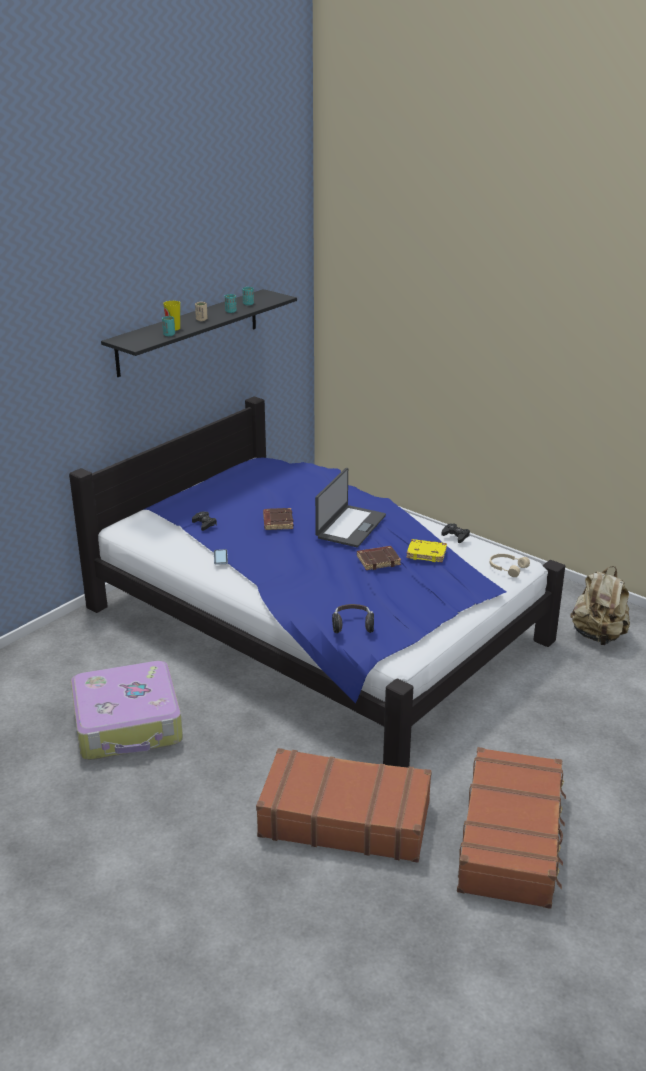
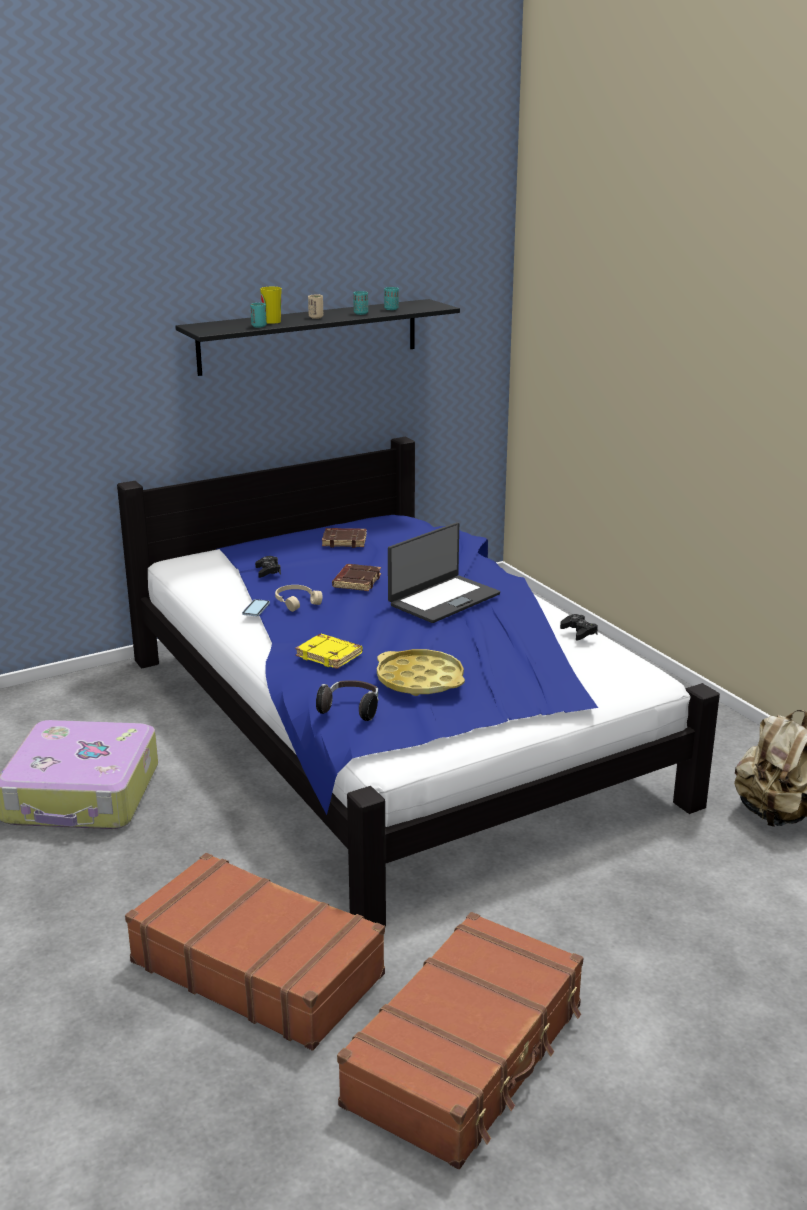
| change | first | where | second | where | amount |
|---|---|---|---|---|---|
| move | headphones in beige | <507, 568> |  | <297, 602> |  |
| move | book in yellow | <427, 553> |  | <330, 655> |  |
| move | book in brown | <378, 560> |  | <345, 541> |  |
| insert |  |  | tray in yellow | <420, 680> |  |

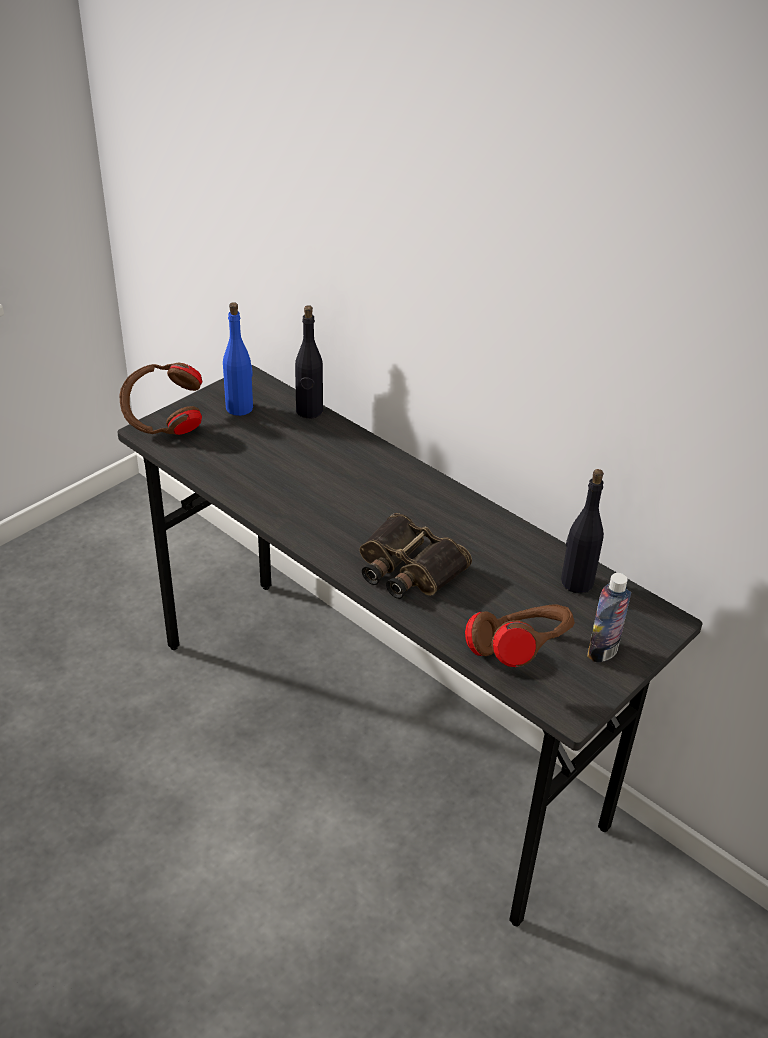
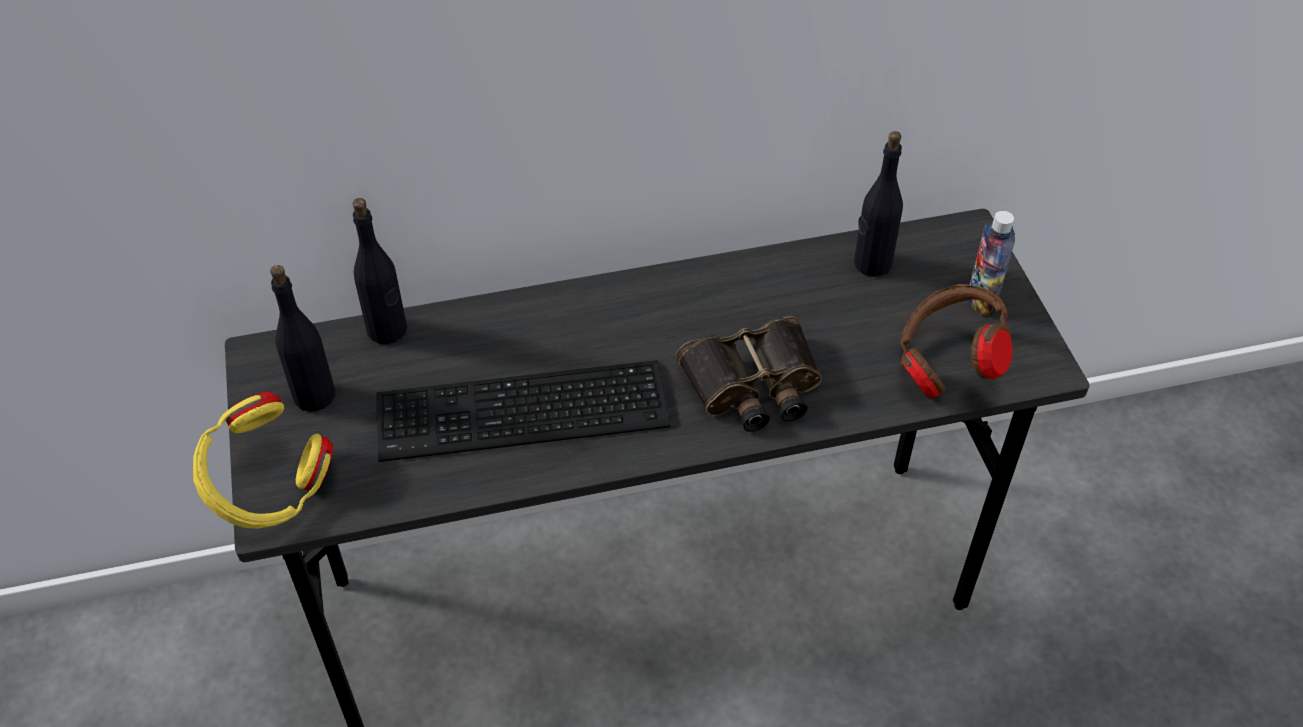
| change | first | where | second | where | amount |
|---|---|---|---|---|---|
| recolor | headphones in brown | <163, 423> | headphones in yellow | <270, 491> |  |
| recolor | bottle in blue | <240, 408> | bottle in black | <314, 395> |  |
| insert |  |  | keyboard | <526, 414> |  |

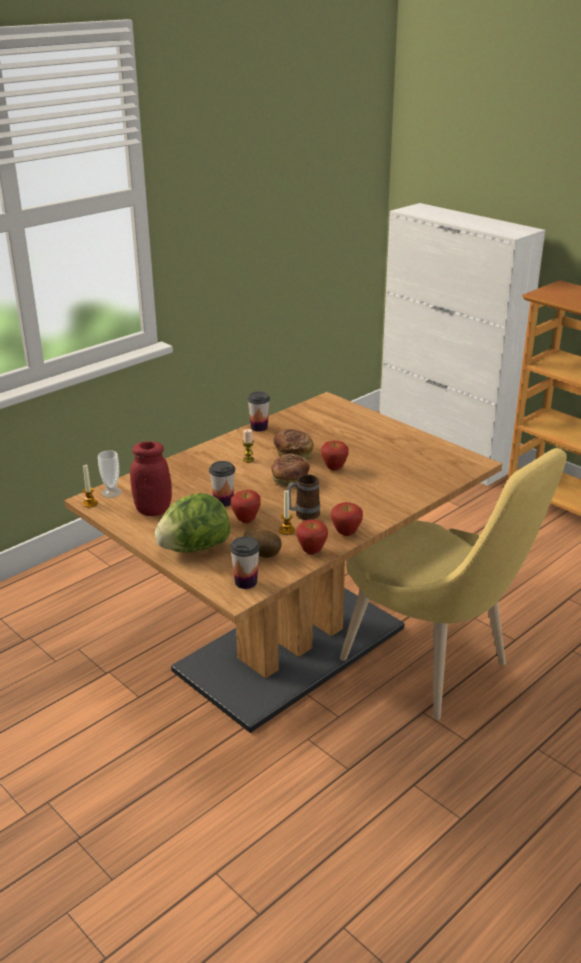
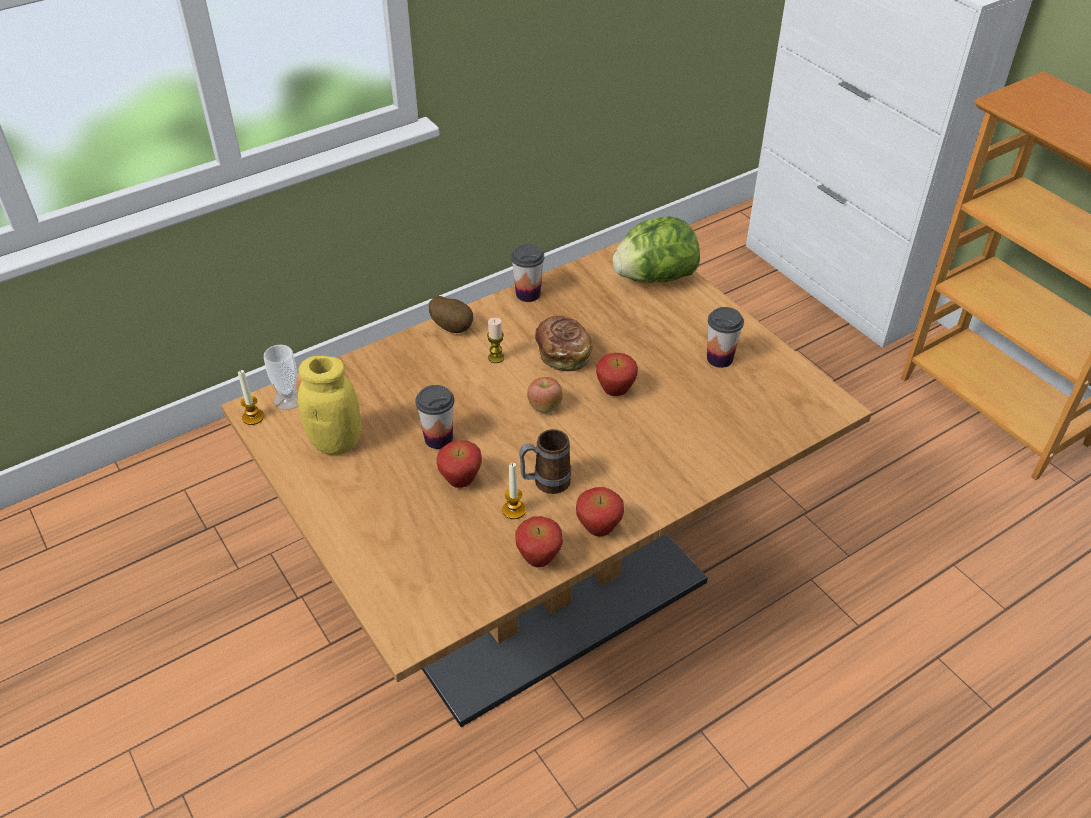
| change | first | where | second | where | amount |
|---|---|---|---|---|---|
| recolor | jar in red | <153, 510> | jar in yellow | <336, 442> |  |
| move | potato | <263, 554> |  | <453, 327> |  |
| replace | bread | <289, 480> | apple | <544, 407> |  |
| move | lettuce | <194, 548> |  | <654, 278> |  |
| move | cup | <246, 582> |  | <719, 358> |  |
| delete | chair in yellow | <433, 668> |  |  |  |

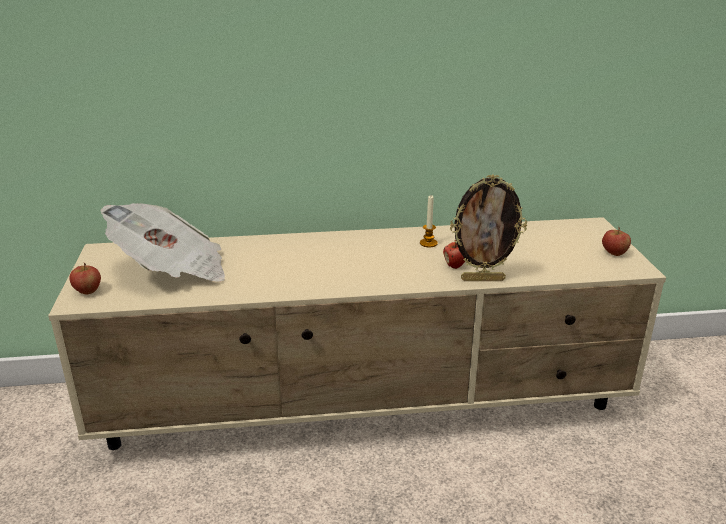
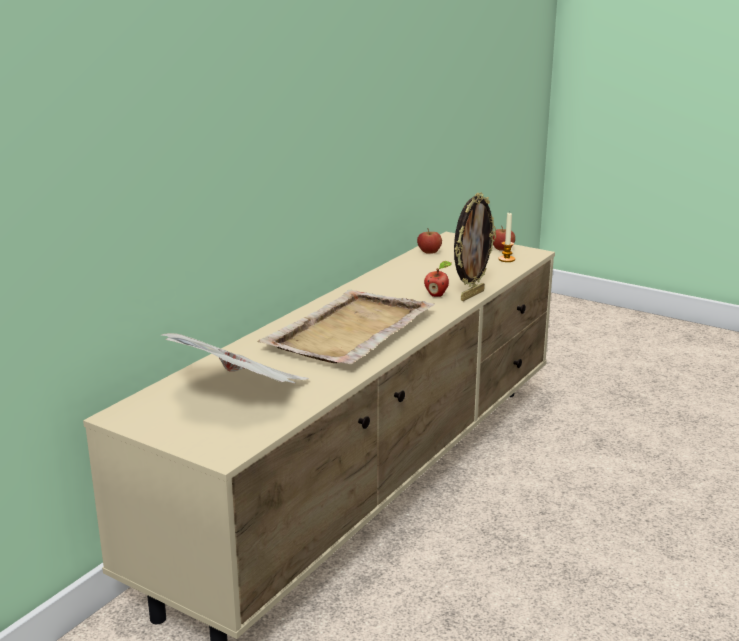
| change | first | where | second | where | amount |
|---|---|---|---|---|---|
| insert |  |  | tray in beige | <348, 332> |  |
| move | apple | <87, 291> |  | <429, 252> |  |
| move | candle | <428, 243> |  | <506, 259> |  |

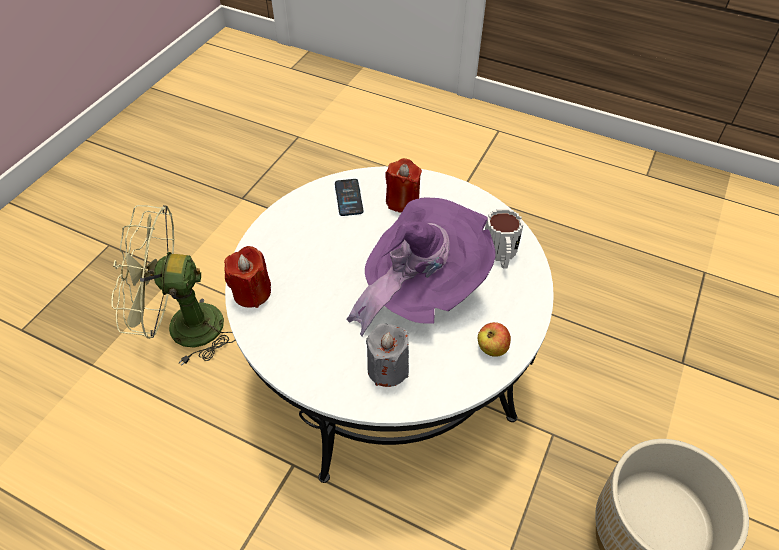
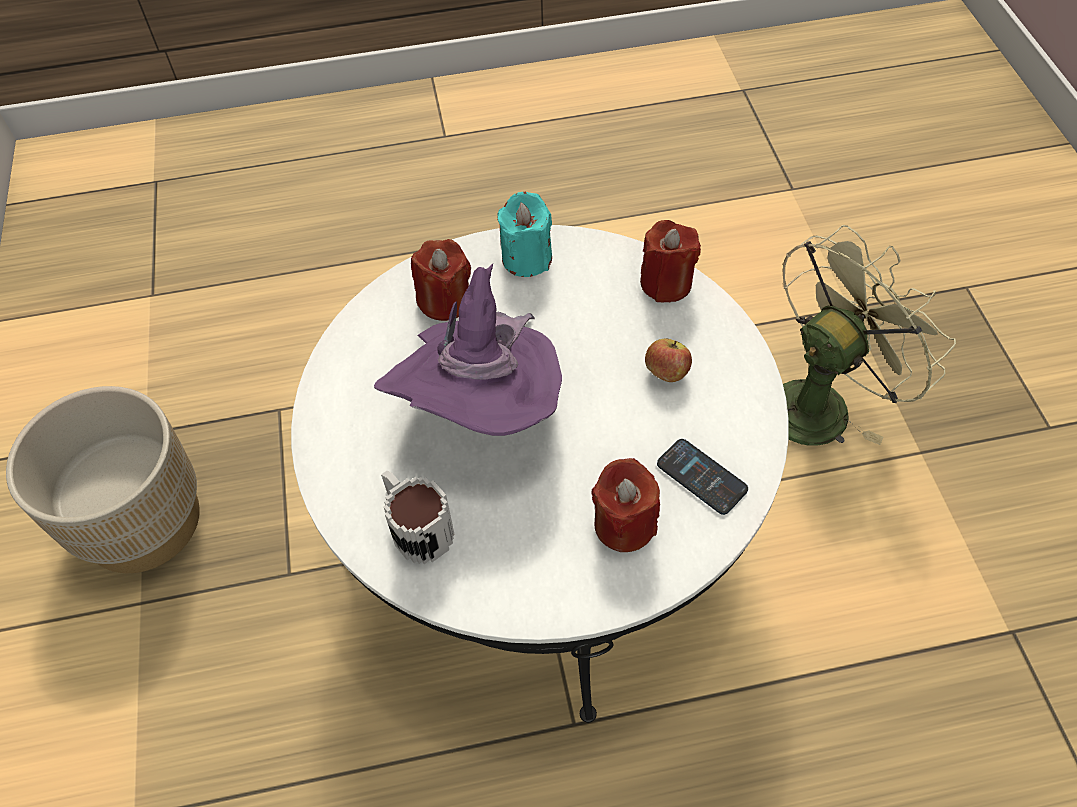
| change | first | where | second | where | amount |
|---|---|---|---|---|---|
| recolor | candle in grey | <388, 369> | candle in red | <445, 301> |  |
| insert |  |  | candle in turquoise | <526, 258> |  |
| move | apple | <492, 348> |  | <666, 372> |  |

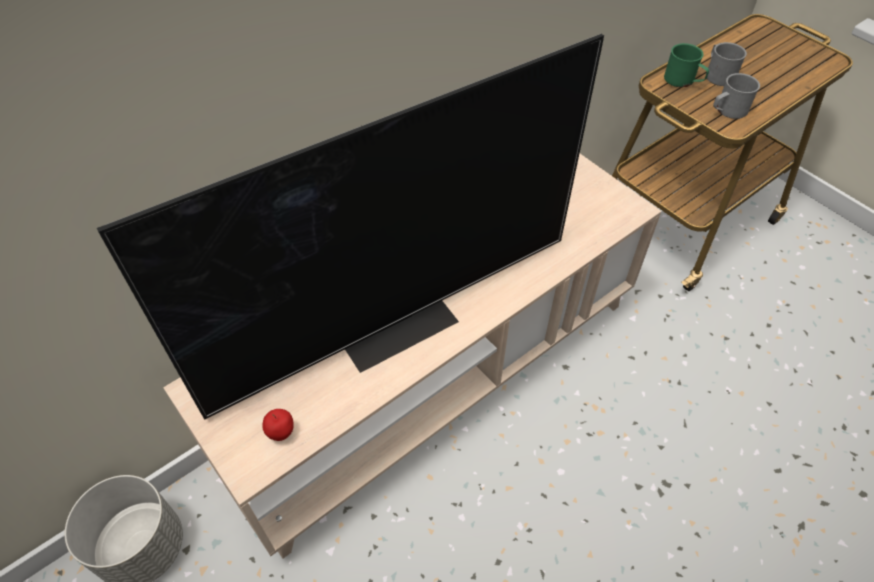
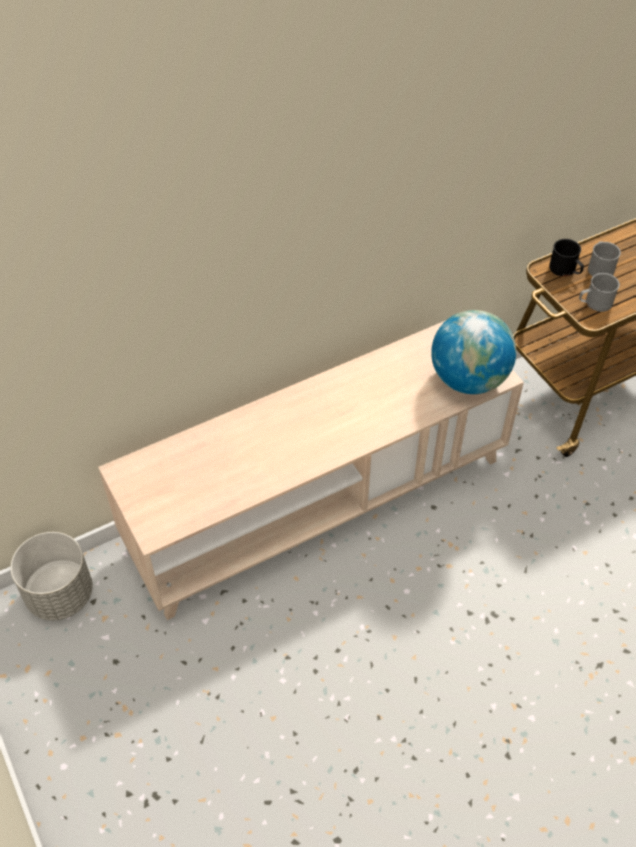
| change | first | where | second | where | amount |
|---|---|---|---|---|---|
| insert |  |  | globe | <468, 379> |  |
| recolor | mug in green | <683, 81> | mug in black | <565, 270> |  |
| delete | television | <397, 323> |  |  |  |
| delete | apple | <281, 433> |  |  |  |

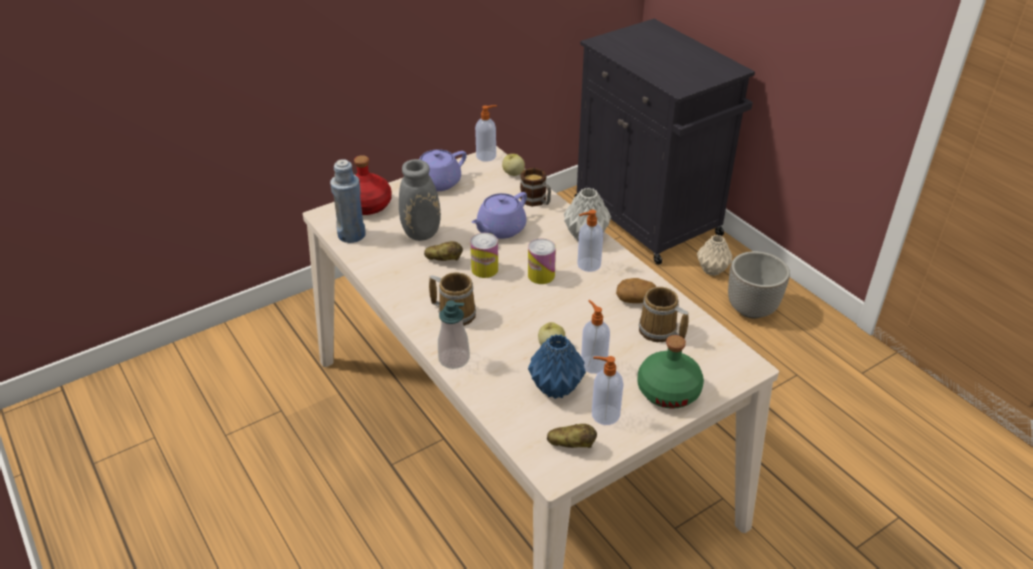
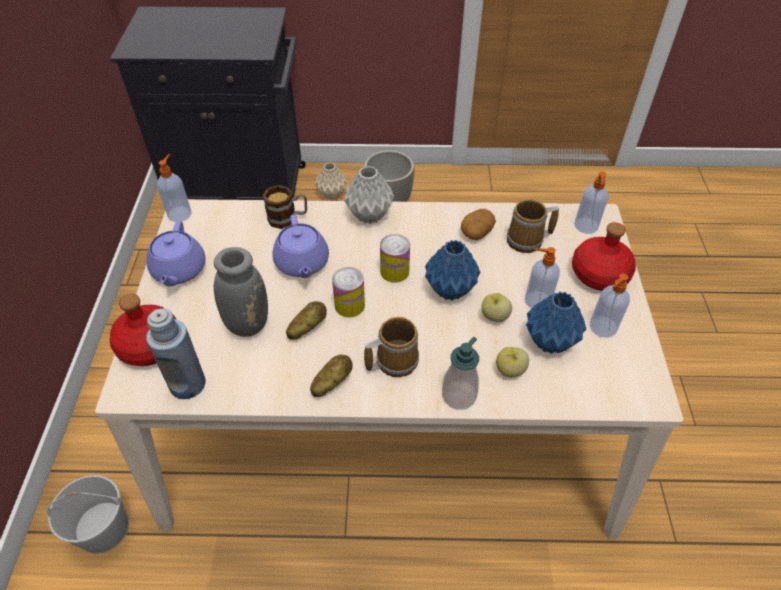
| change | first | where | second | where | amount |
|---|---|---|---|---|---|
| insert |  |  | bucket in white | <104, 528> |  |
| move | potato | <571, 445> |  | <331, 383> |  |
| insert |  |  | vase in blue | <449, 289> |  |
| move | apple | <513, 173> |  | <510, 370> |  |
| recolor | bottle in green | <668, 390> | bottle in red | <598, 274> |  |
| move | soap dispenser | <588, 265> |  | <586, 226> |  |

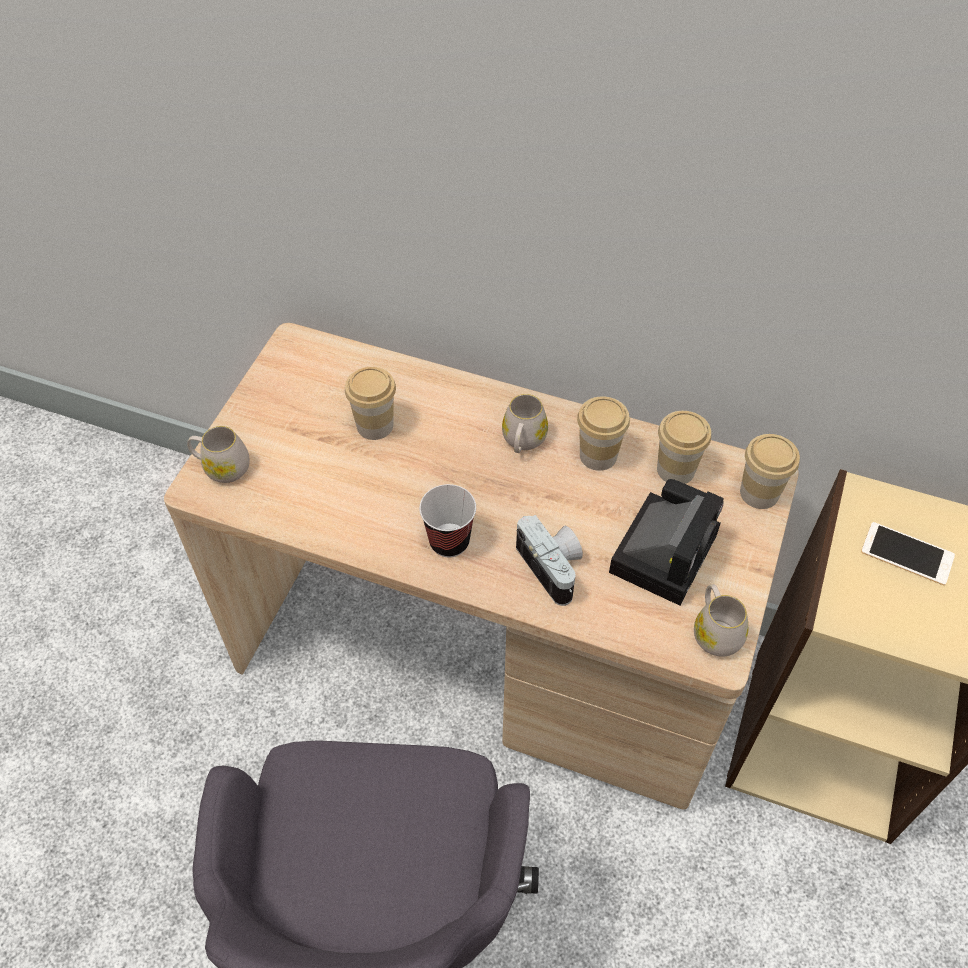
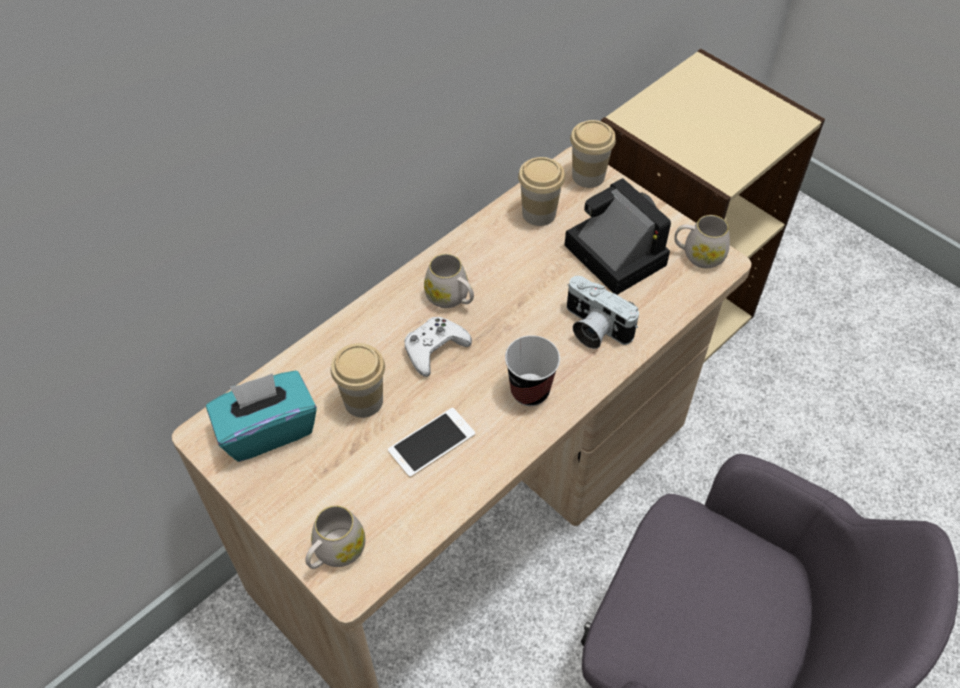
| change | first | where | second | where | amount |
|---|---|---|---|---|---|
| insert |  |  | tissue box in turquoise | <267, 429> |  |
| move | phone | <907, 554> |  | <431, 442> |  |
| insert |  |  | game controller in white | <434, 349> |  |
| rotate | photo camera | <554, 567> |  | <593, 328> | 135 degrees counterclockwise |
| delete | cup | <598, 455> |  |  |  |

